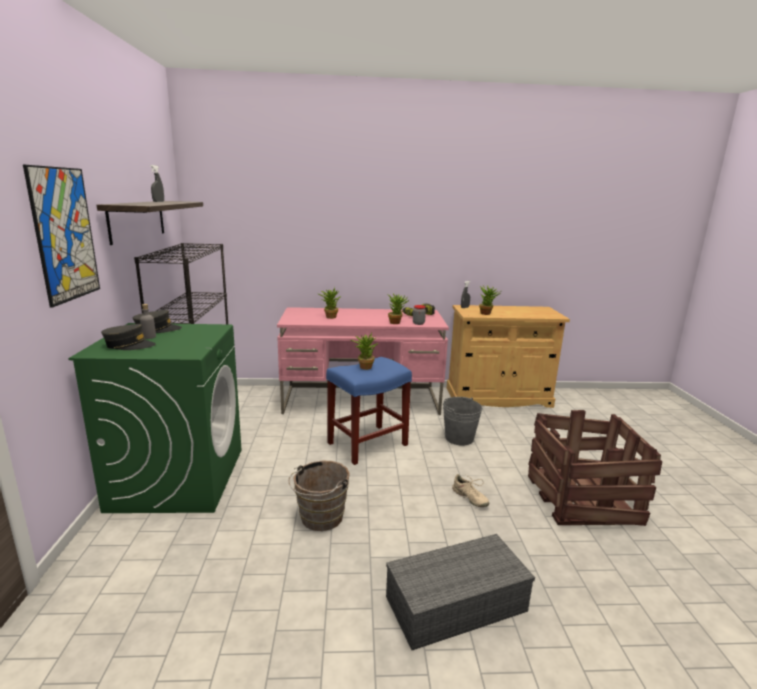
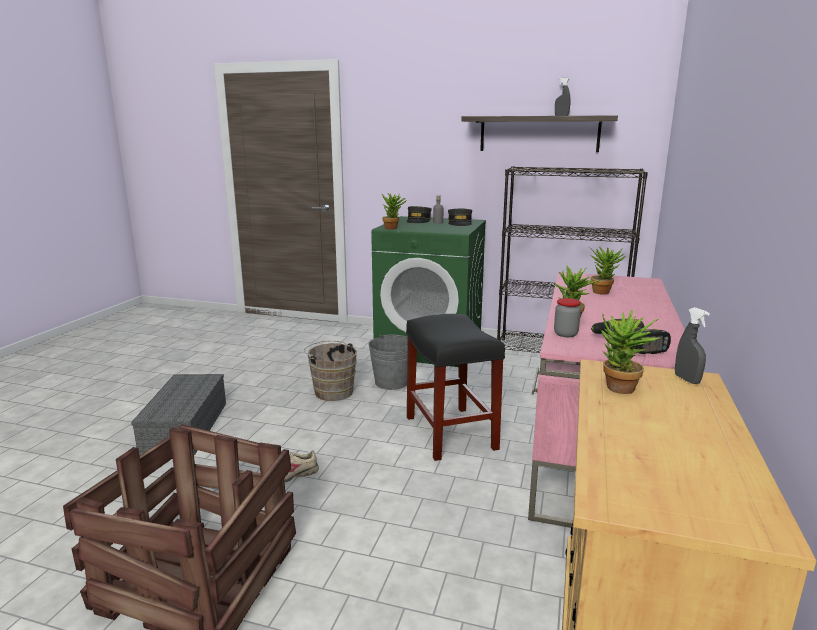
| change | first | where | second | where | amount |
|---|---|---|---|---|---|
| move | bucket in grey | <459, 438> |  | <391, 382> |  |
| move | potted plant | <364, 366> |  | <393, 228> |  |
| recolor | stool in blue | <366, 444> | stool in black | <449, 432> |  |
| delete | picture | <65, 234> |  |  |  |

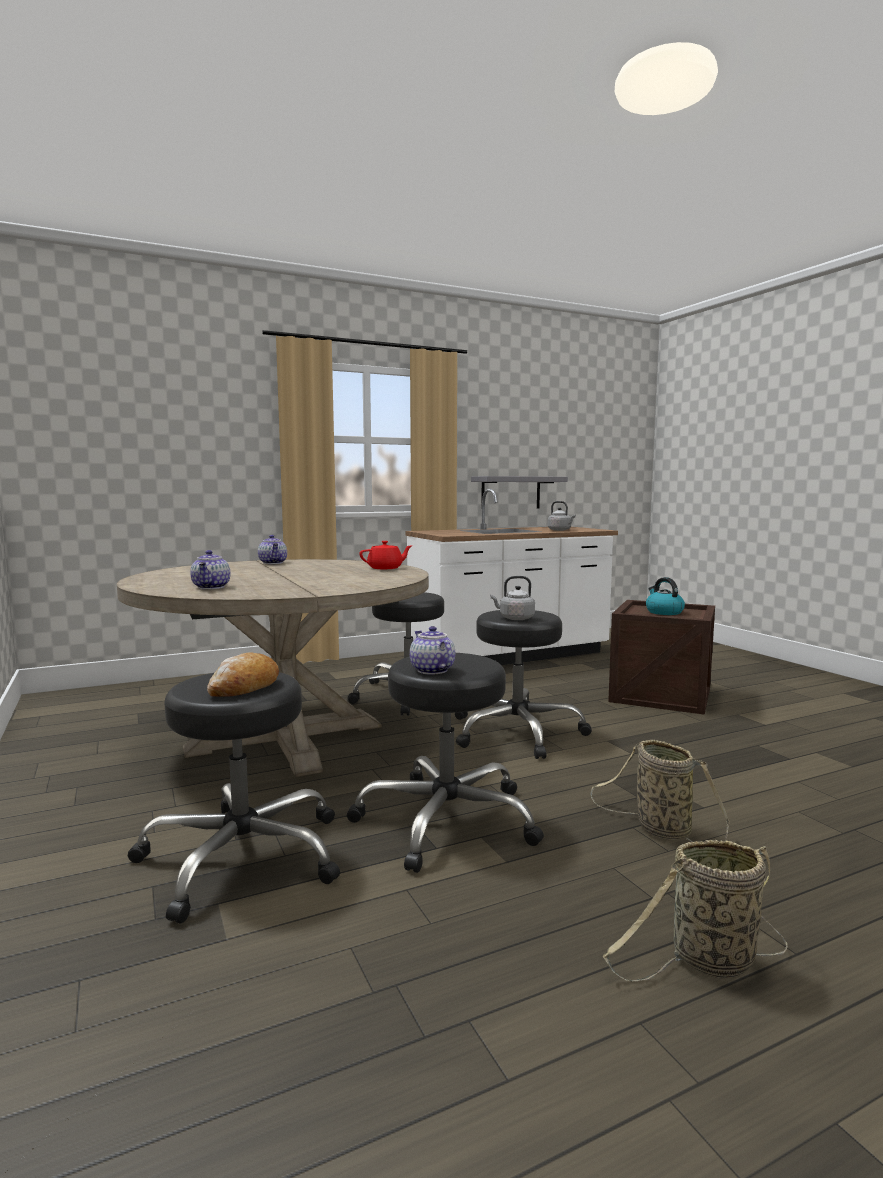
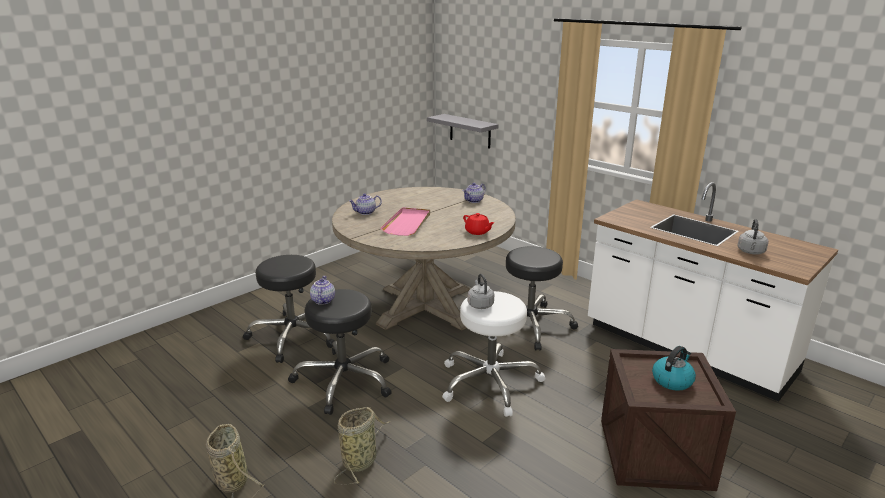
| change | first | where | second | where | amount |
|---|---|---|---|---|---|
| rotate | teapot | <431, 670> |  | <322, 300> | 45 degrees counterclockwise |
| insert |  |  | tray in pink | <407, 223> |  |
| move | shelf in grey | <511, 492> |  | <470, 131> |  |
| recolor | stool in black | <516, 732> | stool in white | <489, 382> |  |
| delete | bread | <244, 687> |  |  |  |

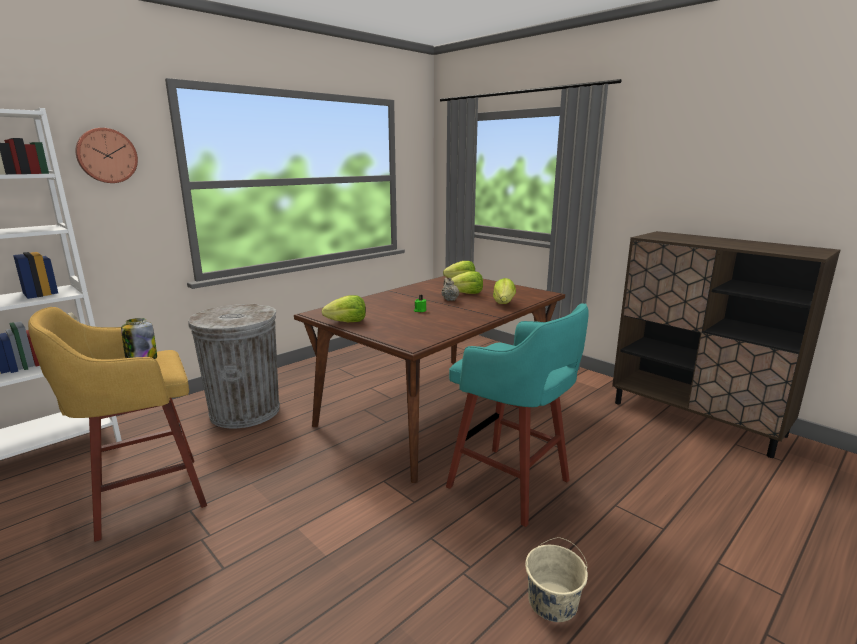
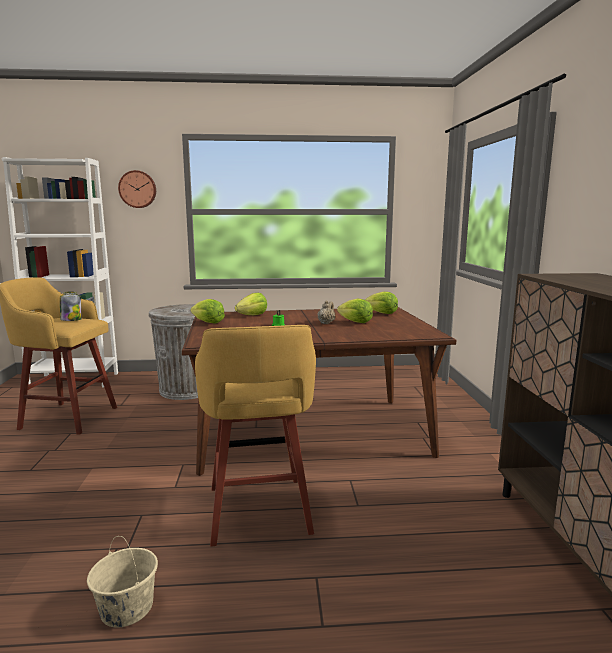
| change | first | where | second | where | amount |
|---|---|---|---|---|---|
| recolor | stool in turquoise | <511, 485> | stool in yellow | <258, 512> |  |
| move | lettuce | <504, 303> |  | <252, 315> |  |

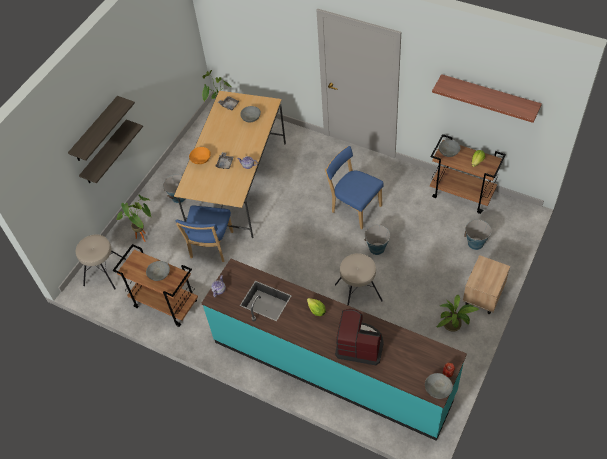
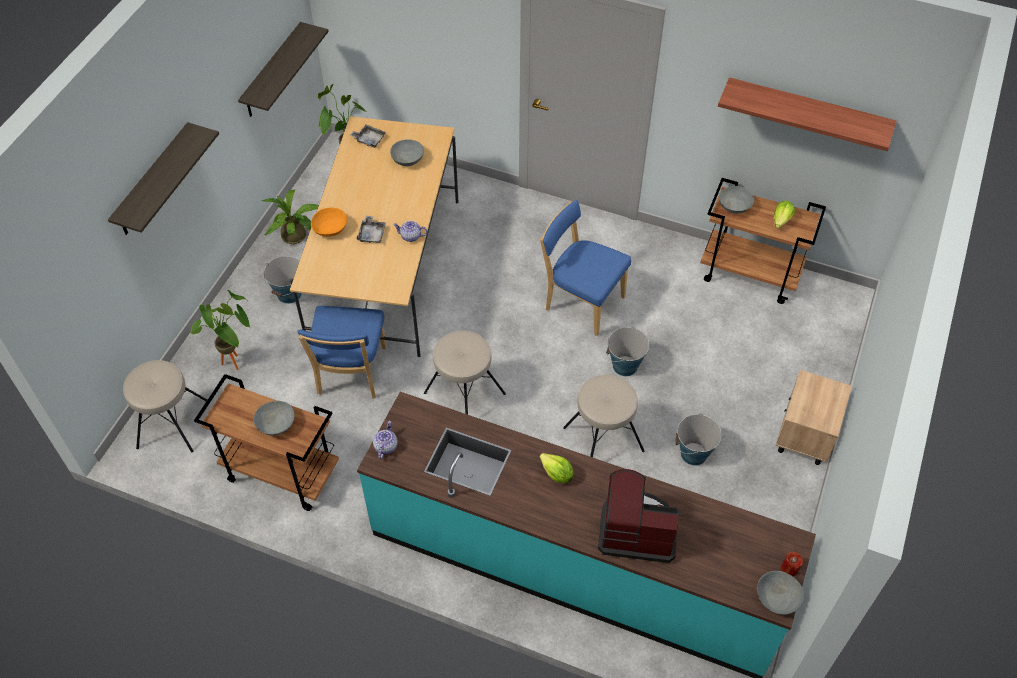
| change | first | where | second | where | amount |
|---|---|---|---|---|---|
| move | shelf | <105, 153> |  | <272, 71> |  |
| move | potted plant | <454, 325> |  | <297, 236> |  |
| insert |  |  | stool in beige | <464, 394> |  |
| move | bucket | <475, 243> |  | <693, 454> |  |

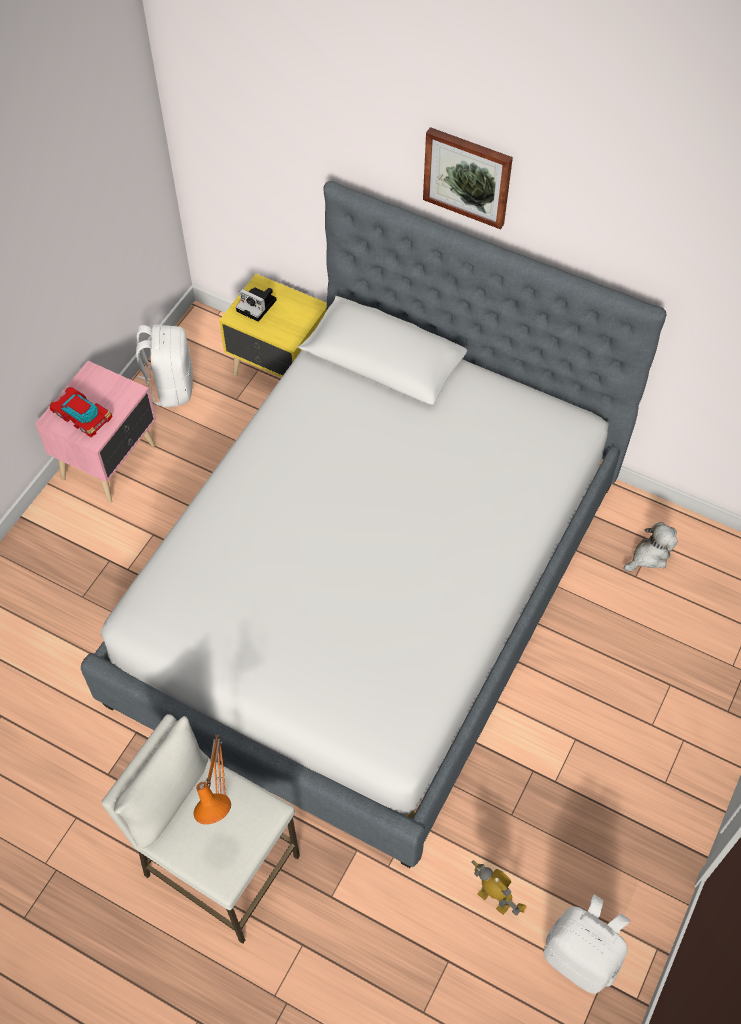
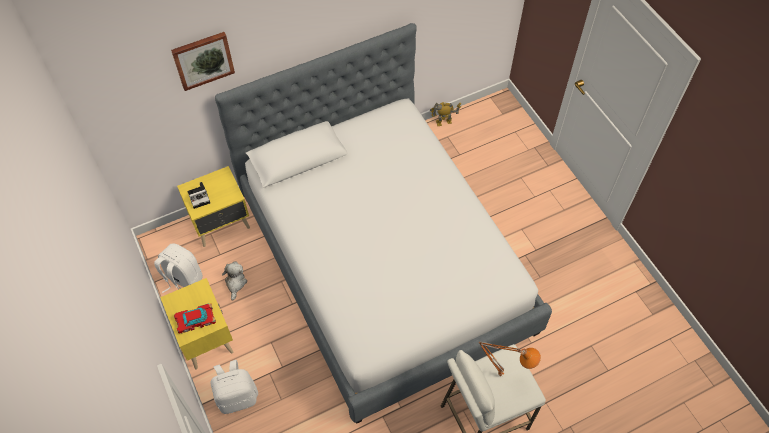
| change | first | where | second | where | amount |
|---|---|---|---|---|---|
| recolor | nightstand in pink | <111, 461> | nightstand in yellow | <206, 337> |  |
| move | picture | <468, 176> |  | <203, 60> |  |
| move | backpack in white | <582, 956> |  | <237, 397> |  |
| move | plush toy | <649, 555> |  | <235, 283> |  |
| move | toy robot | <494, 899> |  | <443, 122> |  |

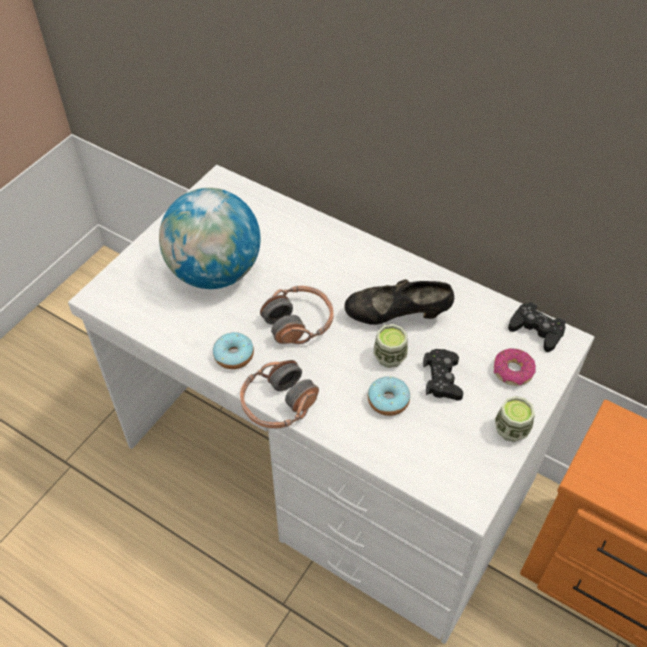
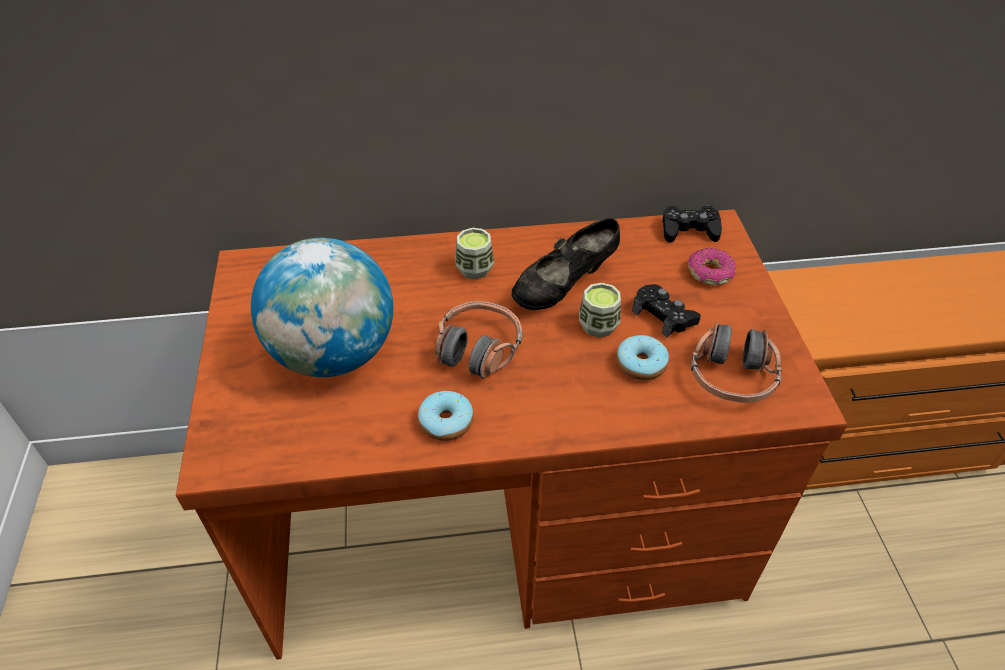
| change | first | where | second | where | amount |
|---|---|---|---|---|---|
| recolor | desk in white | <327, 466> | desk in brown | <504, 522> |  |
| move | cup | <511, 429> |  | <474, 269> |  |
| move | headphones | <278, 403> |  | <731, 376> |  |

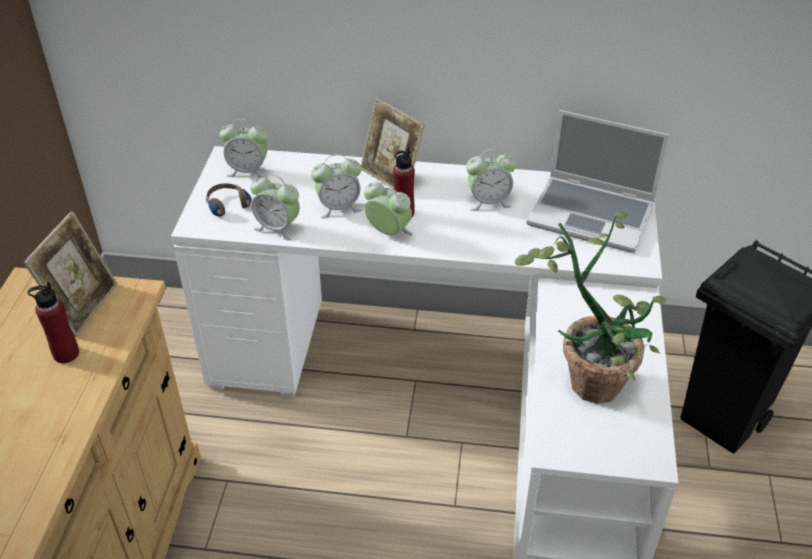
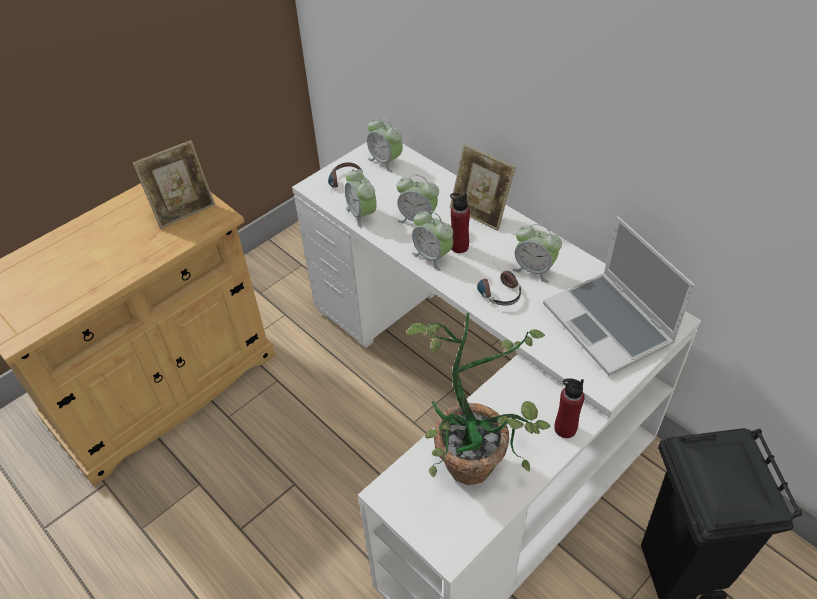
| change | first | where | second | where | amount |
|---|---|---|---|---|---|
| rotate | alarm clock | <388, 232> |  | <432, 256> | 150 degrees clockwise |
| rotate | picture frame | <391, 177> |  | <480, 213> | 45 degrees counterclockwise |
| insert |  |  | headphones | <496, 289> |  |
| move | bottle in red | <66, 354> |  | <565, 428> |  |

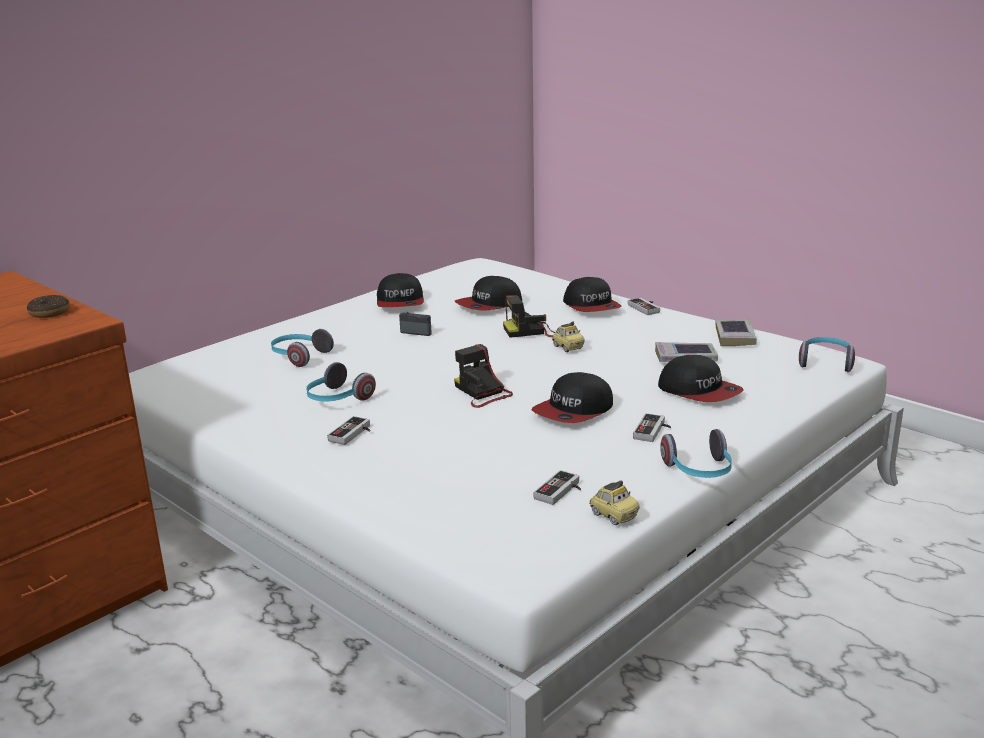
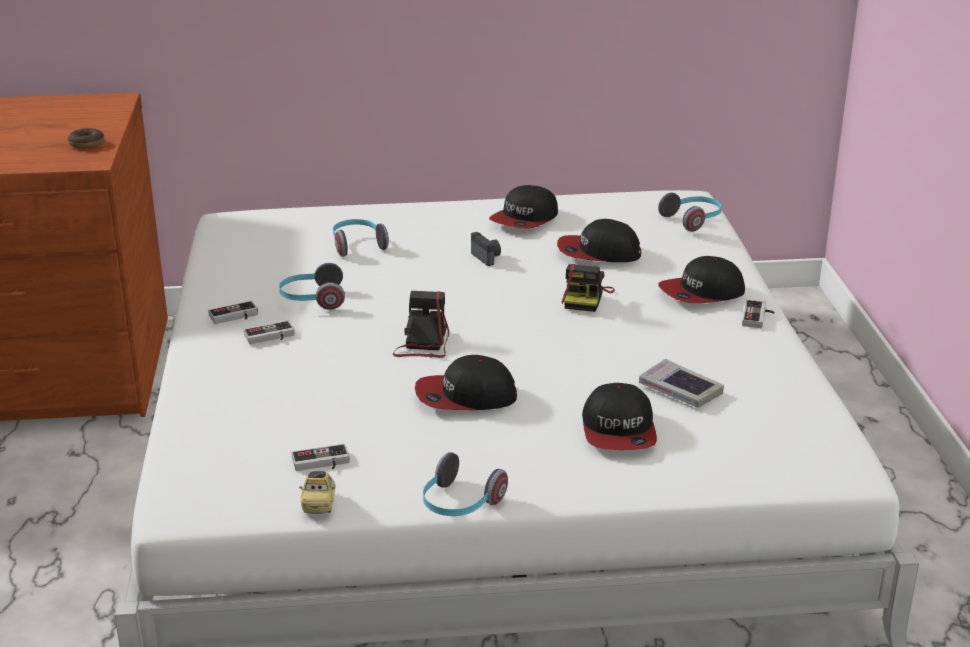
| change | first | where | second | where | amount |
|---|---|---|---|---|---|
| move | game controller | <653, 431> |  | <235, 317> |  |
| rotate | photo camera | <530, 331> |  | <586, 298> | 105 degrees counterclockwise |
| move | headphones | <826, 362> |  | <693, 220> |  |
| rotate | cap | <592, 306> |  | <701, 293> | 45 degrees clockwise |
| delete | toy car | <567, 347> |  |  |  |
| delete | book | <735, 337> |  |  |  |

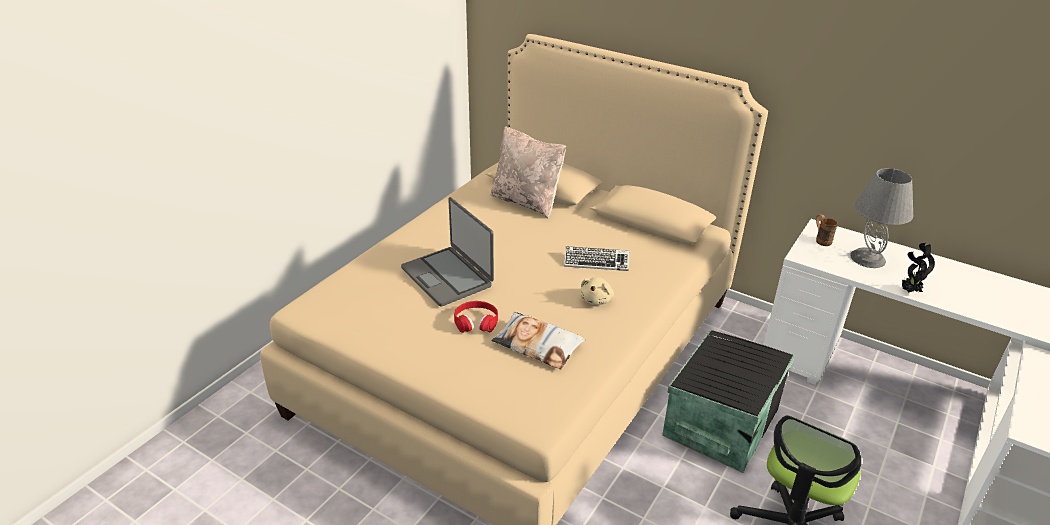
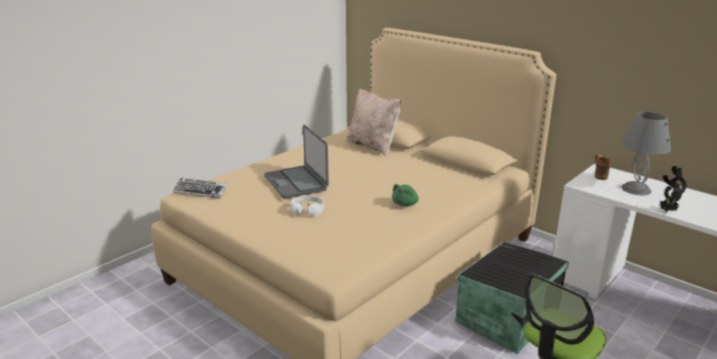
| change | first | where | second | where | amount |
|---|---|---|---|---|---|
| move | keyboard | <596, 262> |  | <200, 191> |  |
| recolor | headphones in red | <476, 322> | headphones in white | <307, 210> |  |
| recolor | plush toy in beige | <596, 299> | plush toy in green | <405, 204> |  |
| delete | pillow | <538, 345> |  |  |  |

